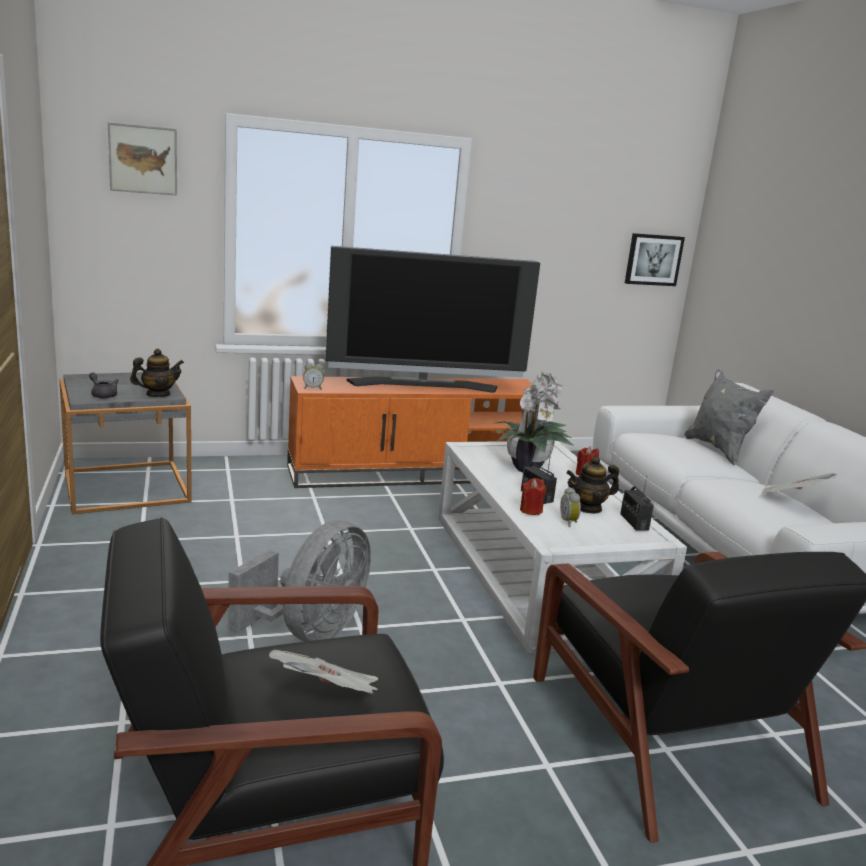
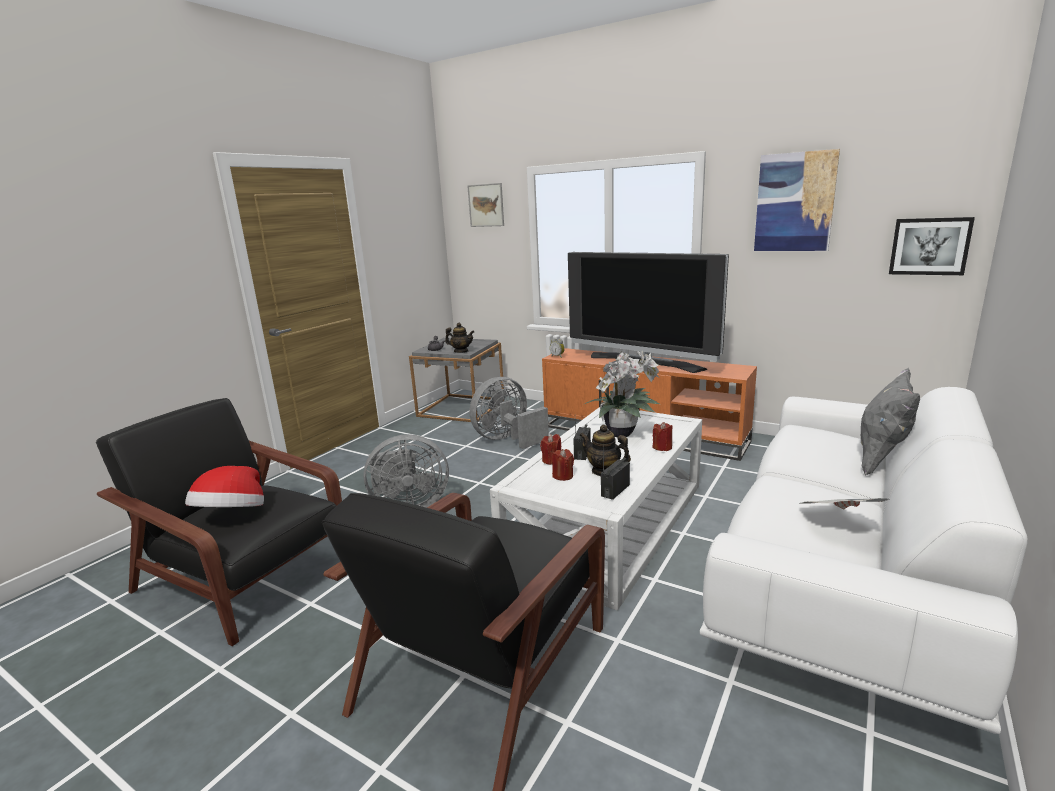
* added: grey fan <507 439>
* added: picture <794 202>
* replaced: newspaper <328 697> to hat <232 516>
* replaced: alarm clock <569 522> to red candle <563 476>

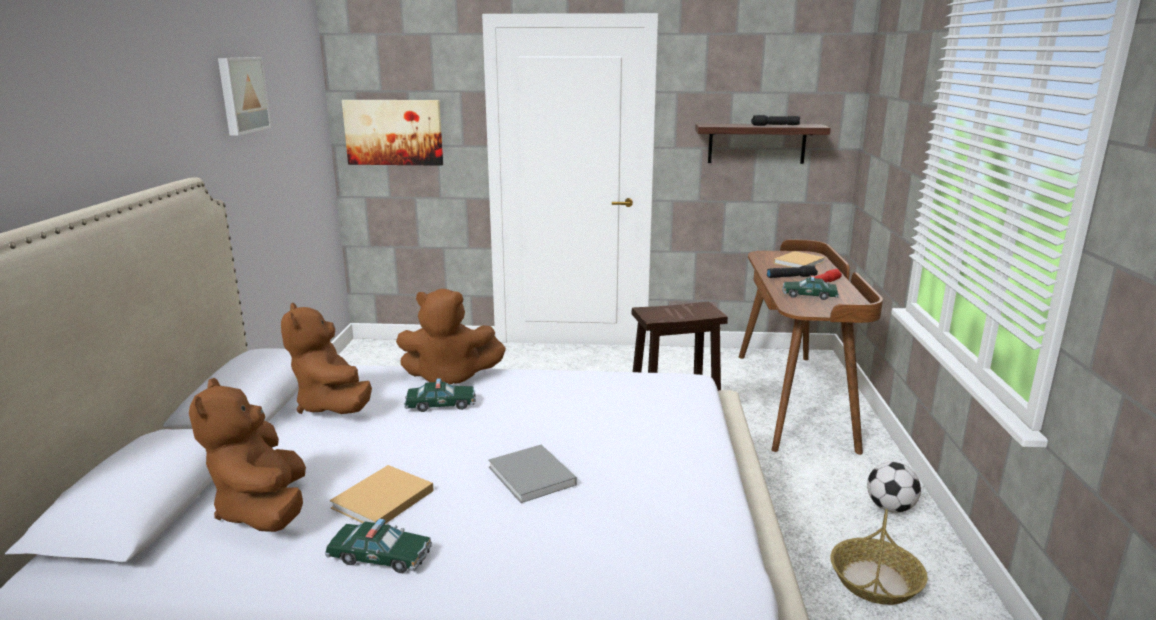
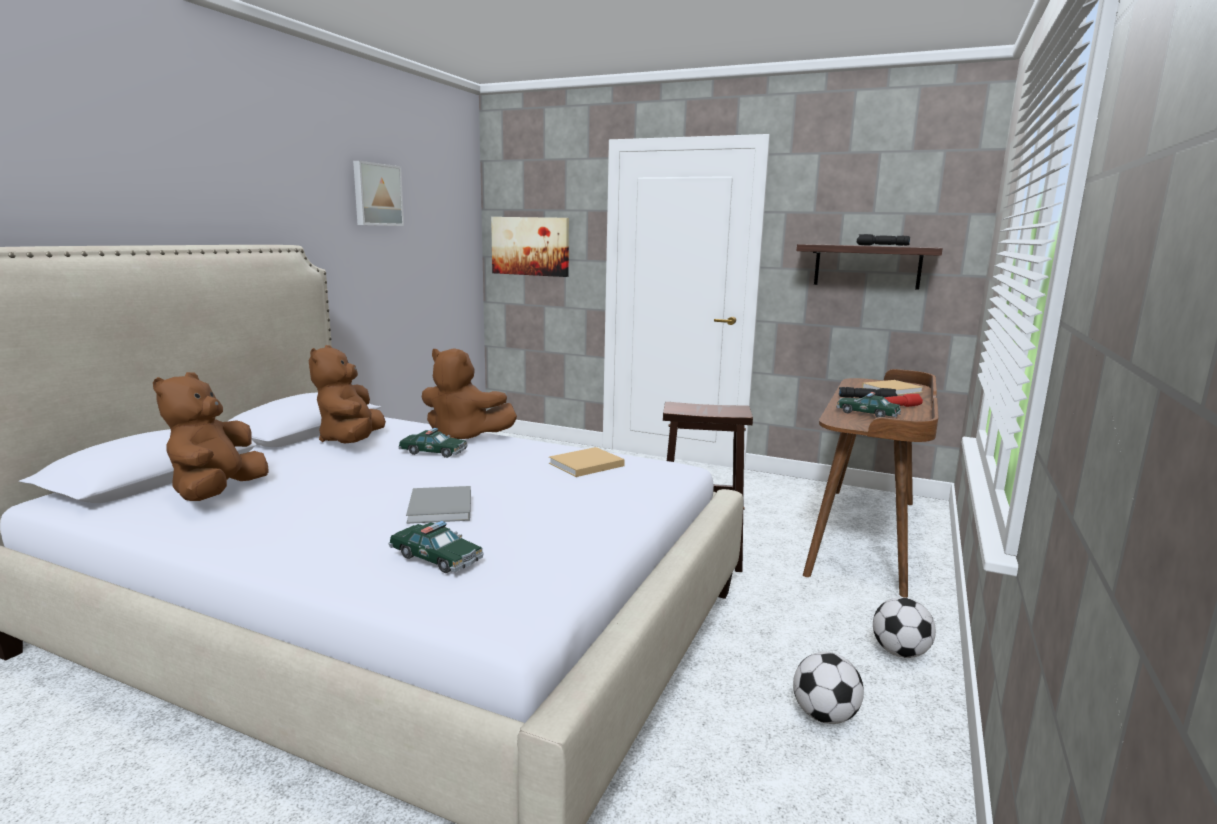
* moved: toy car <380 557> to <436 558>
* moved: beige book <381 500> to <584 465>
* replaced: basket <875 581> to football <824 716>

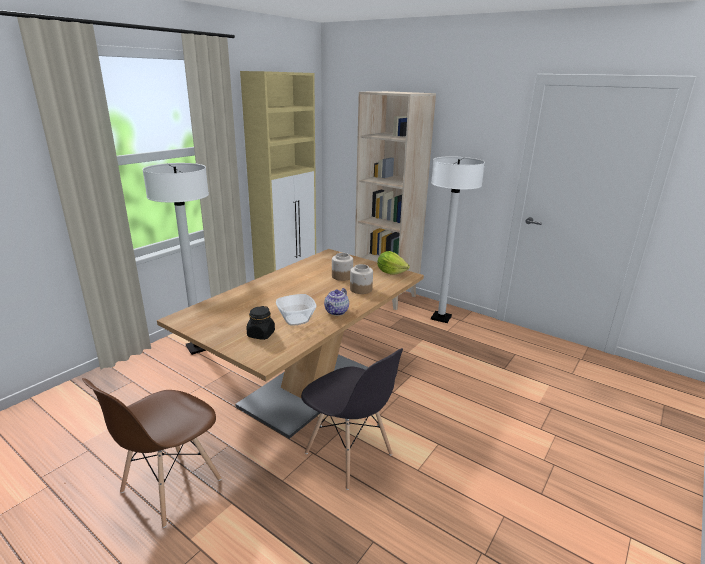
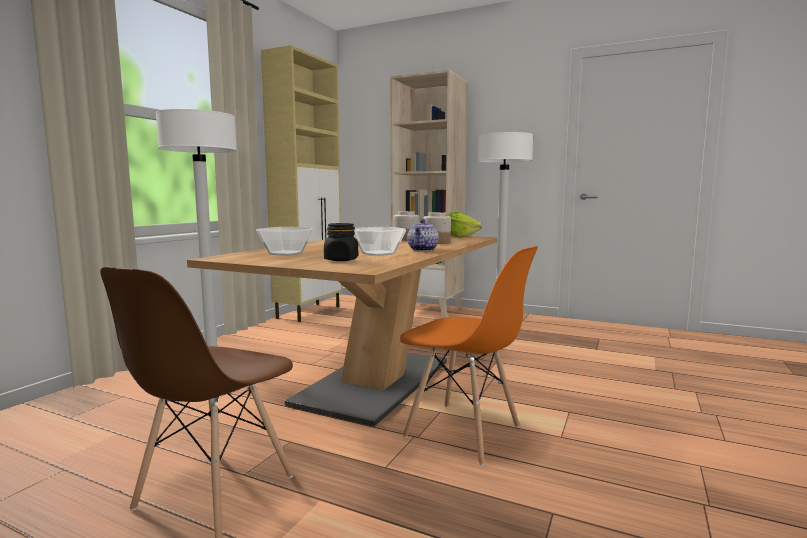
* added: bowl <286 254>
* recoloured: grey chair <349 454> to orange chair <464 432>

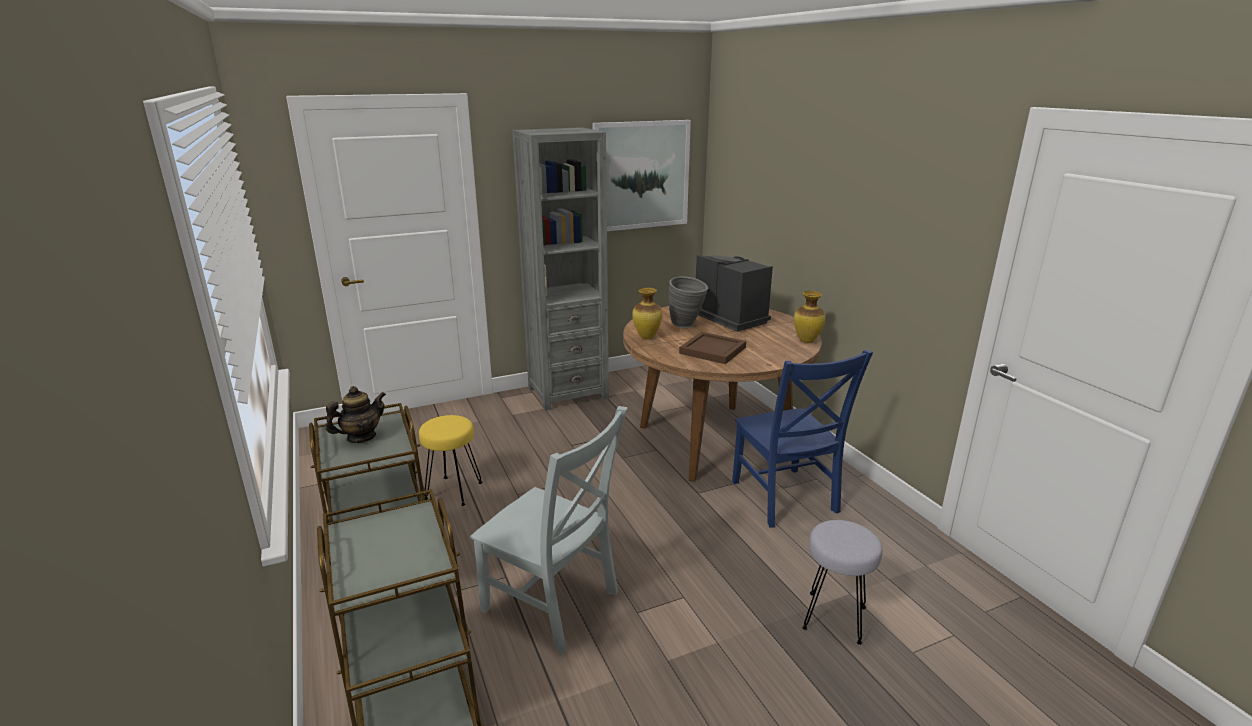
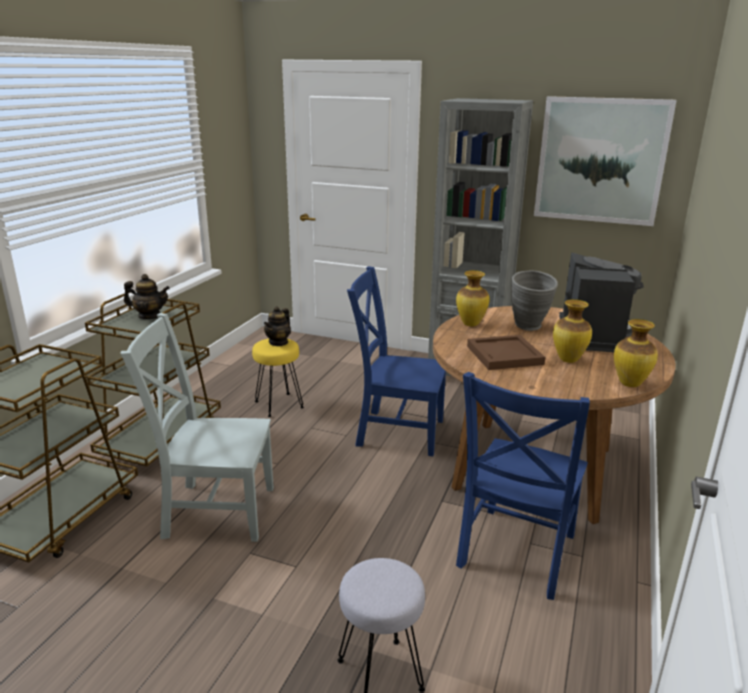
* added: teapot <278 342>
* added: blue chair <396 432>
* added: vase <567 360>
* turned: grey chair <554 604> = <214 511> 105 degrees clockwise

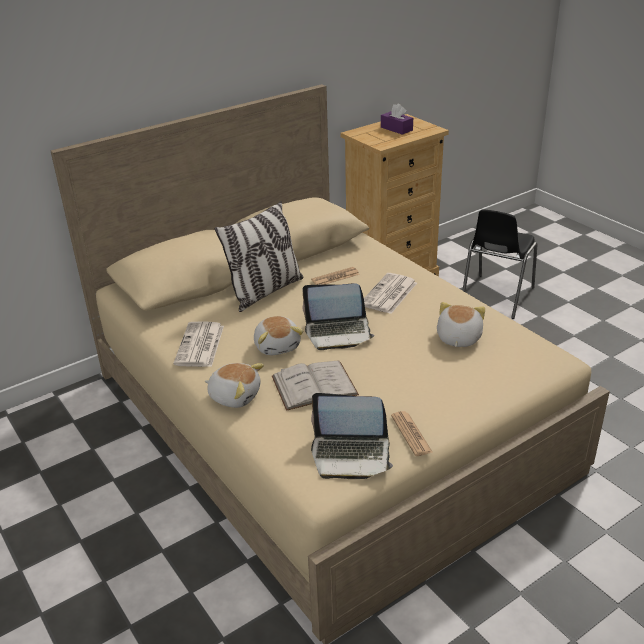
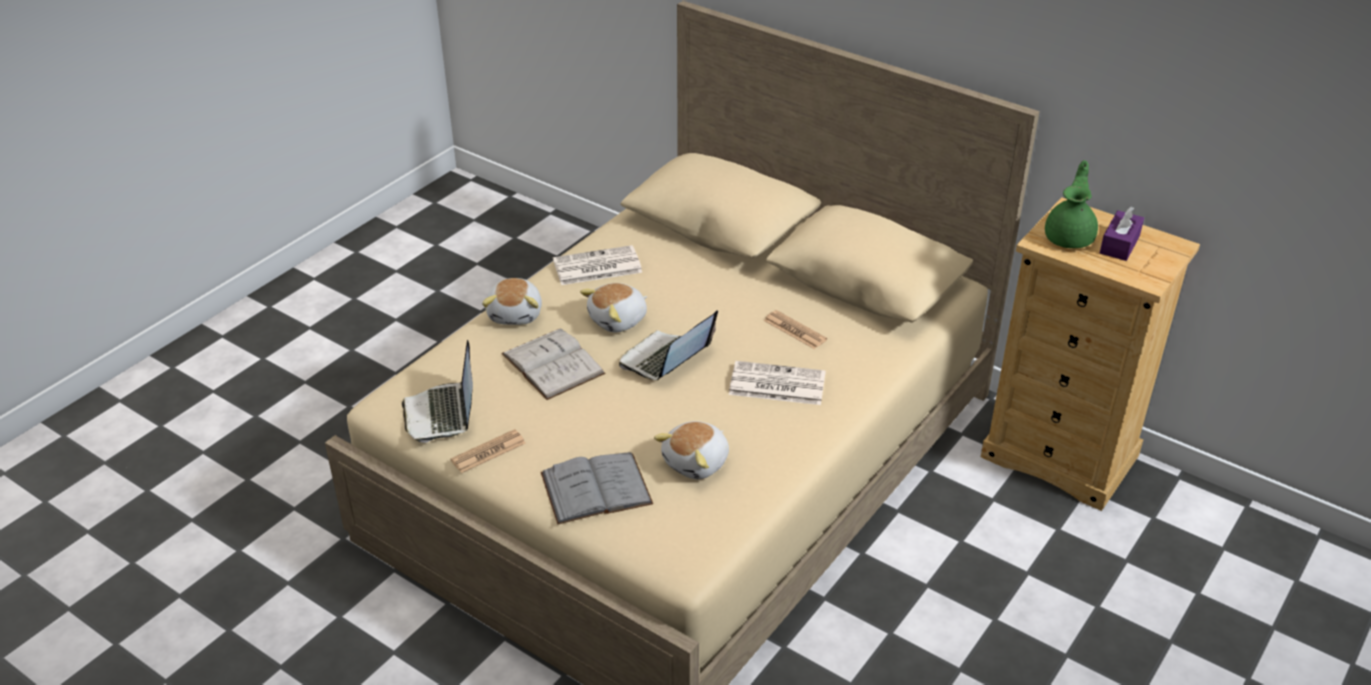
* removed: pillow <265 291>
* removed: black chair <496 297>
* added: grey book <596 488>
* added: green teapot <1070 237>
* turned: laptop <338 332> = <665 359> 60 degrees clockwise
* turned: plush toy <457 338> = <697 462> 135 degrees clockwise

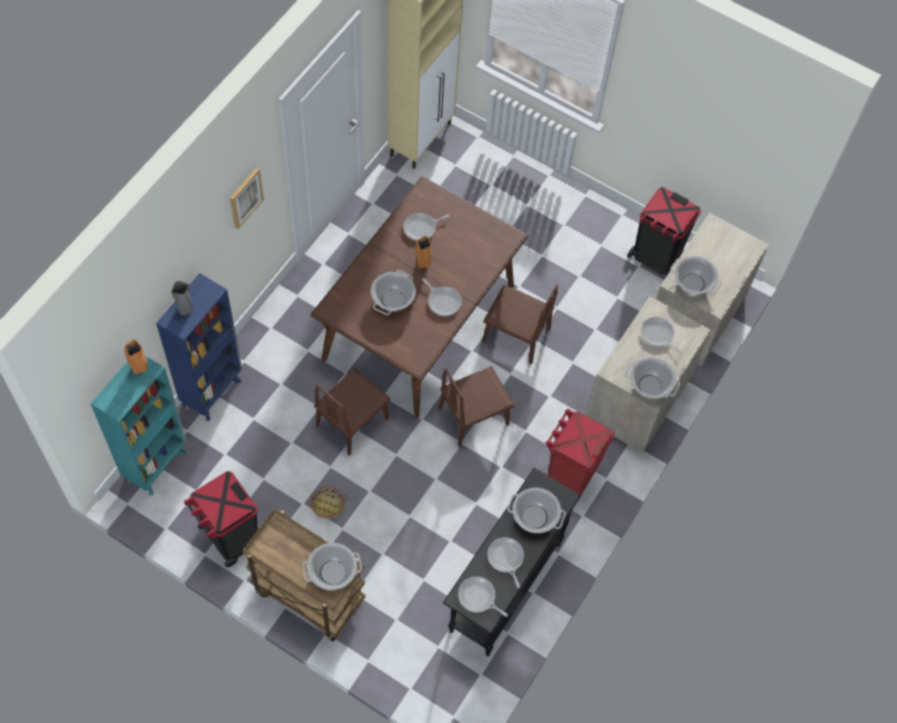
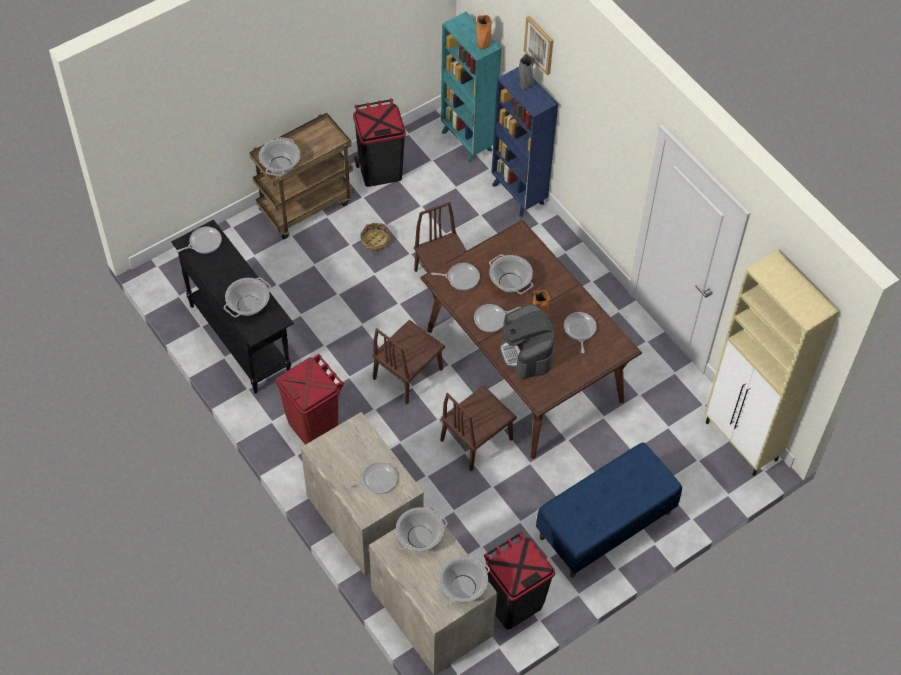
* added: coffee machine <527 352>
* added: blue bench <605 525>
* moved: picture <245 197> to <539 44>
* moved: frying pan <506 558> to <461 278>
* moved: cooking pot <649 386> to <463 586>
* turned: brown chair <473 416> = <408 373> 135 degrees counterclockwise

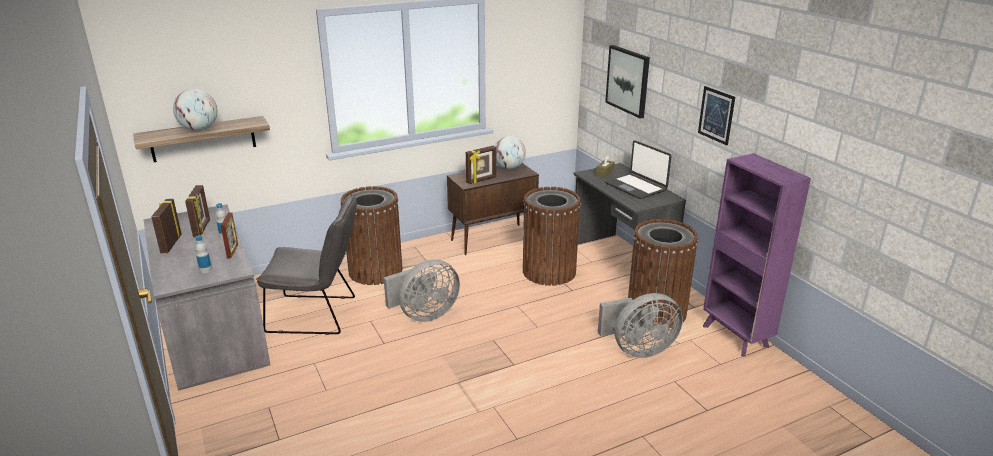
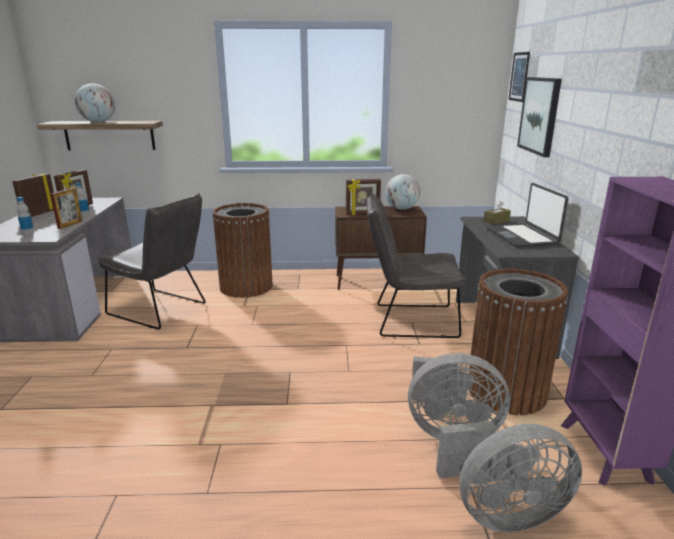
* moved: grey fan <424 315> to <500 512>
* moved: picture <716 115> to <519 77>
* replaced: brown trash can <549 271> to grey chair <409 320>

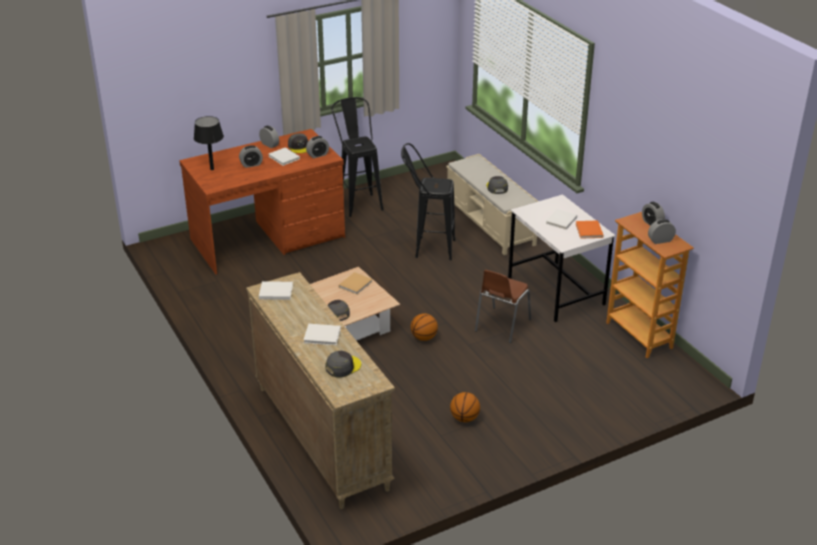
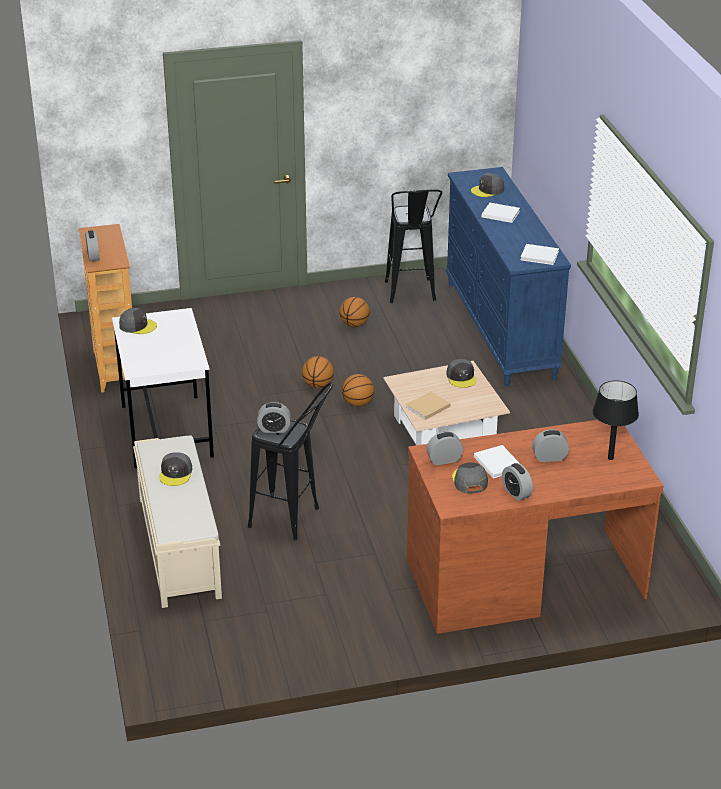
* removed: brown chair <501 326>
* removed: white book <560 221>
* added: basketball <318 385>
* moved: black stool <358 202> to <411 296>
* moved: alarm clock <660 240> to <274 429>
* replaced: orange book <589 231> to grey cap <137 326>
* recoloured: beige dresser <321 436> to blue dresser <500 330>

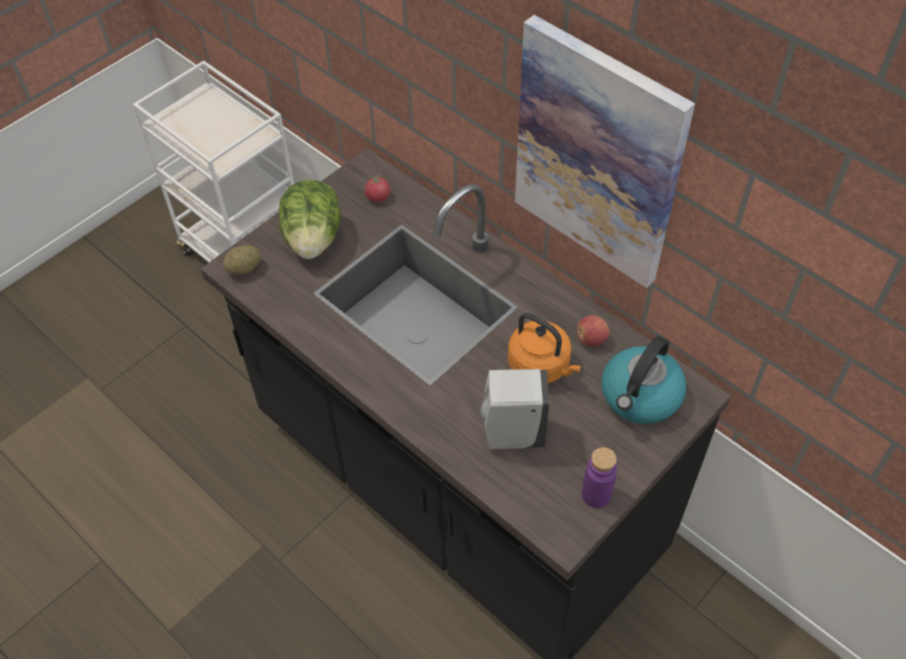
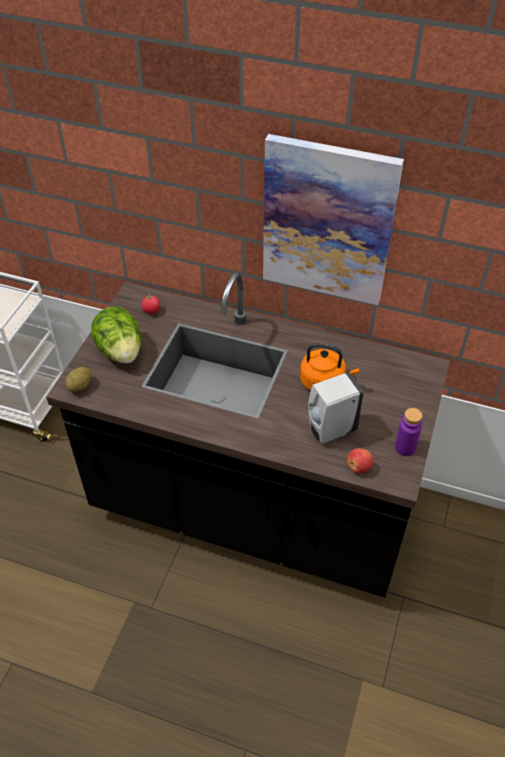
* removed: kettle <640 396>
* moved: apple <591 339> to <358 467>

